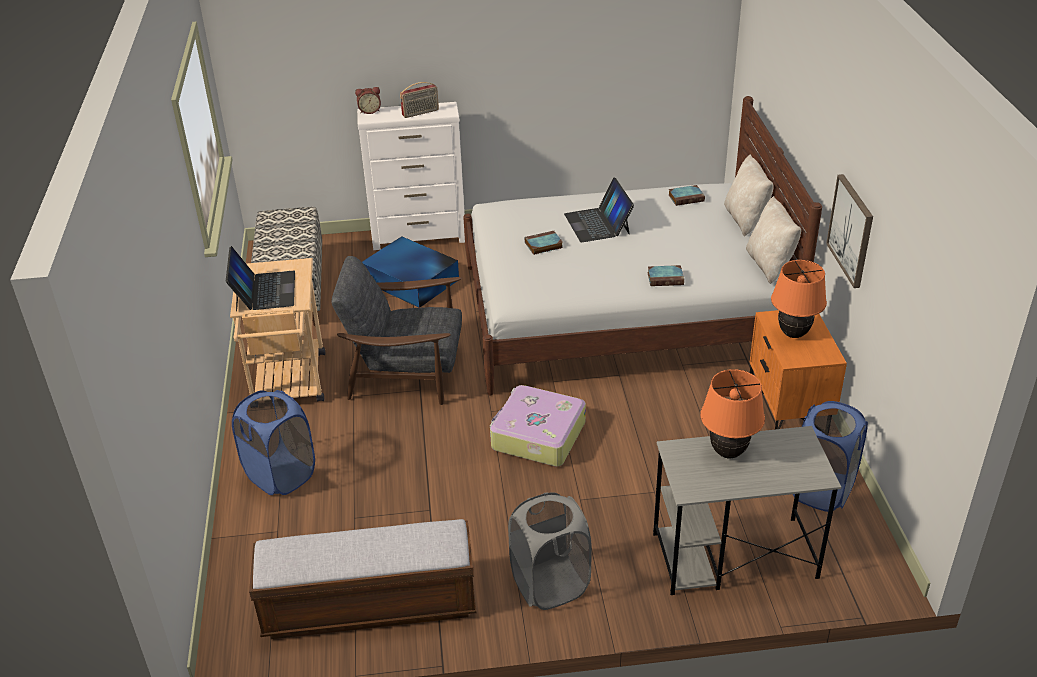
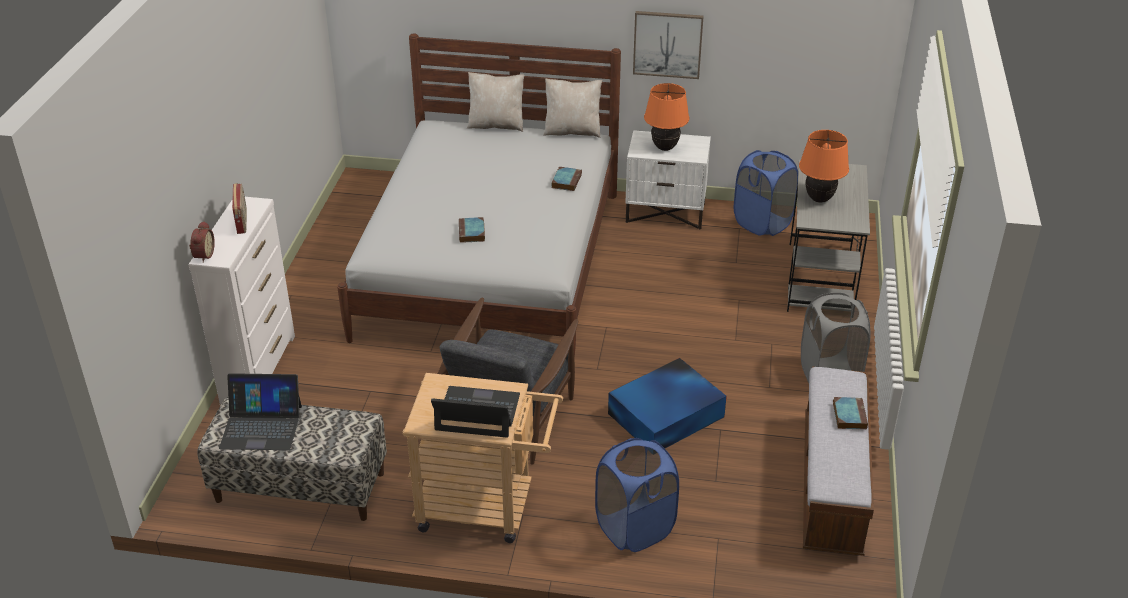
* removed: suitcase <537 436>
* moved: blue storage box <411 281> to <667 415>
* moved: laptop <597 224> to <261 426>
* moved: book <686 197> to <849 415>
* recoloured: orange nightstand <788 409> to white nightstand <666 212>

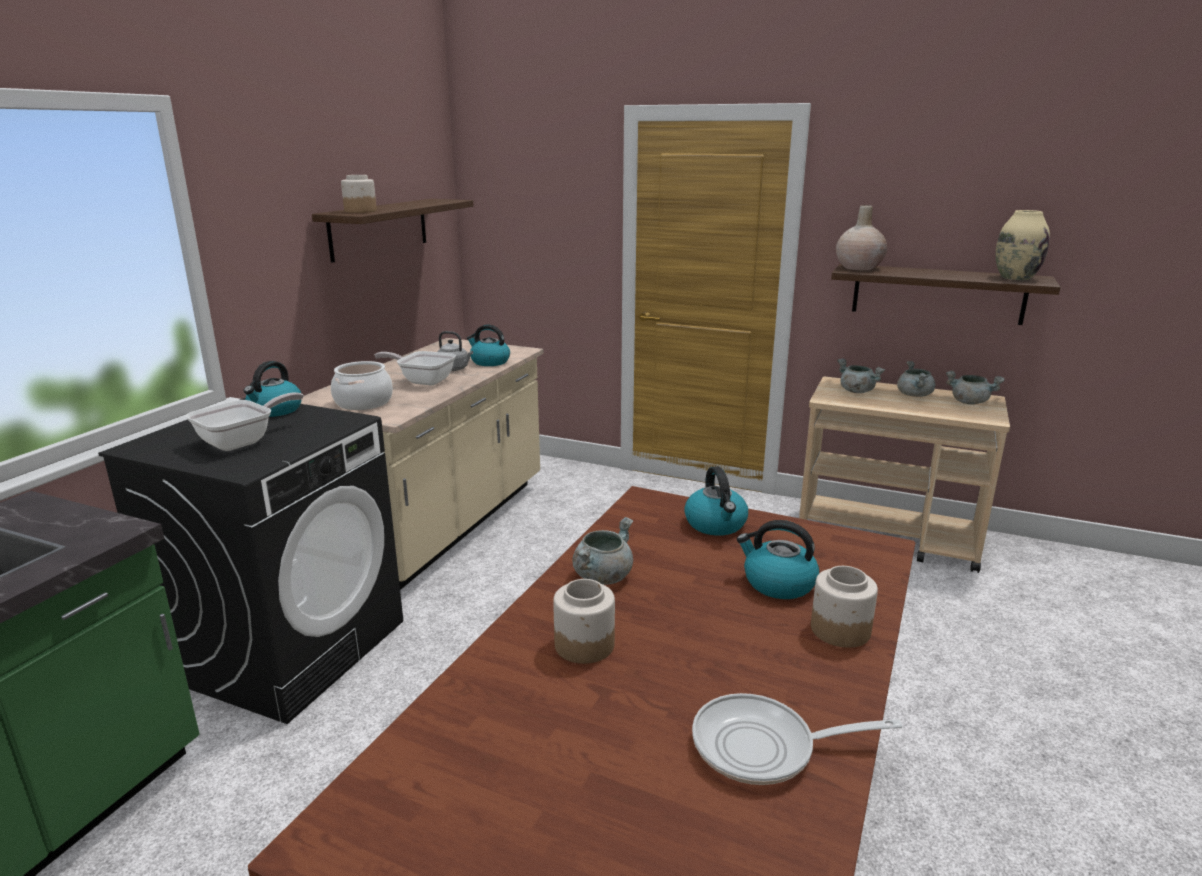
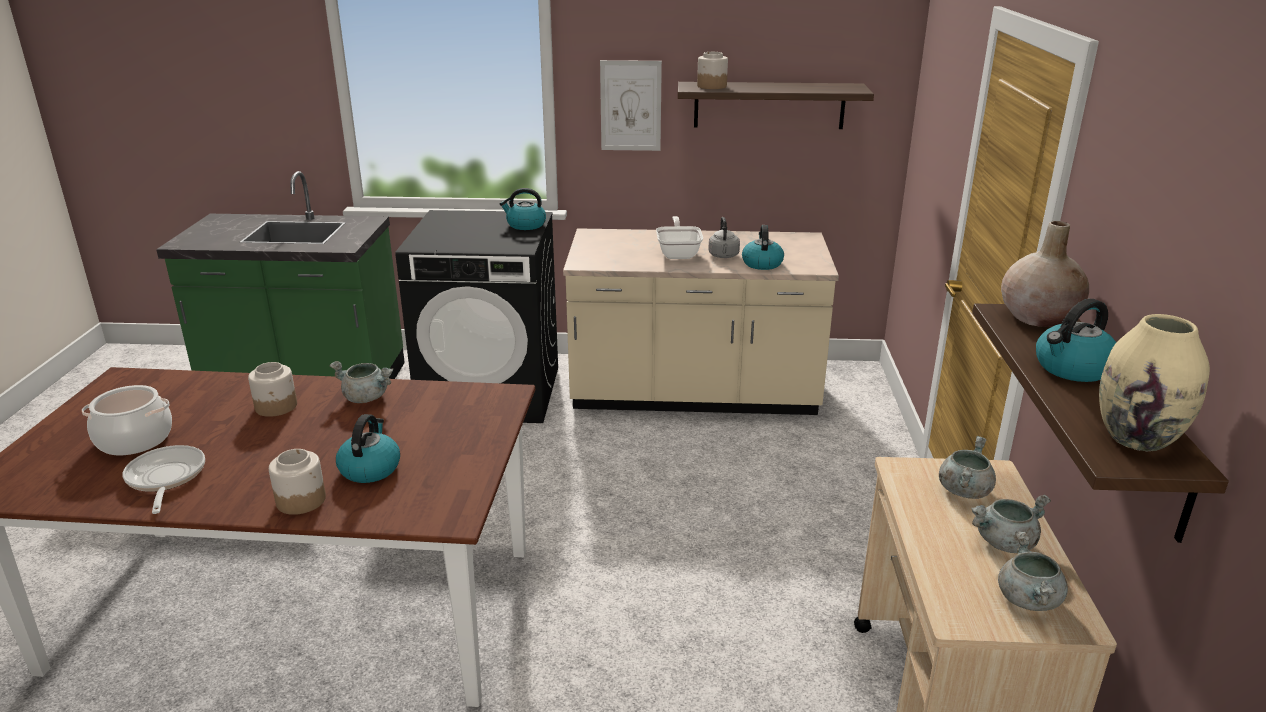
* removed: frying pan <243 441>
* added: picture <630 106>
* moved: cooking pot <363 402> to <135 439>
* moved: kettle <716 524> to <1072 368>

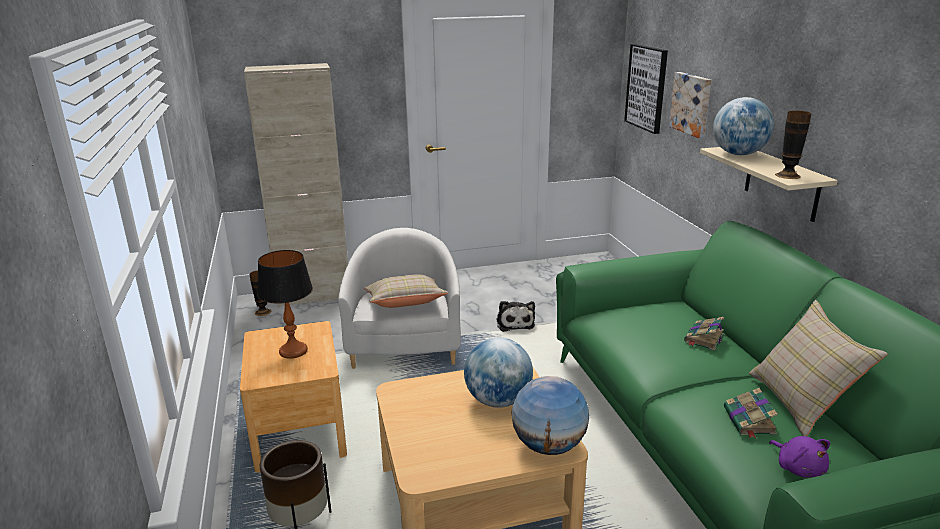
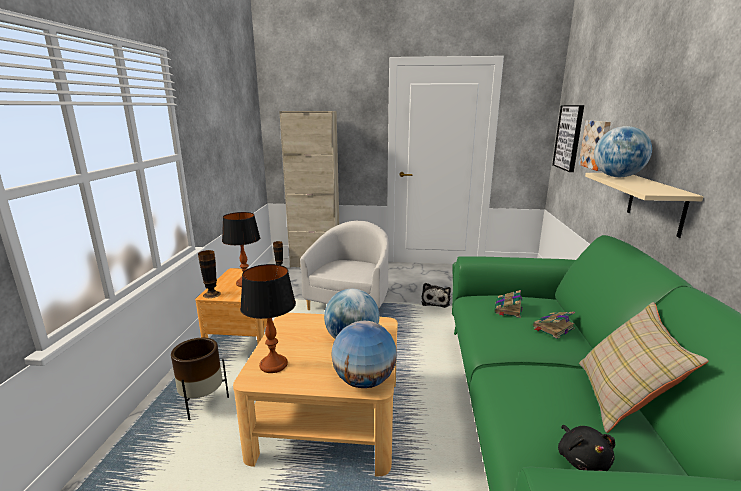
* removed: beige pillow <405 304>
* added: table lamp <274 365>
* moved: book <749 421> to <508 309>
* moved: vase <787 175> to <211 294>
* recoloured: purple plush toy <798 467> to black plush toy <582 459>

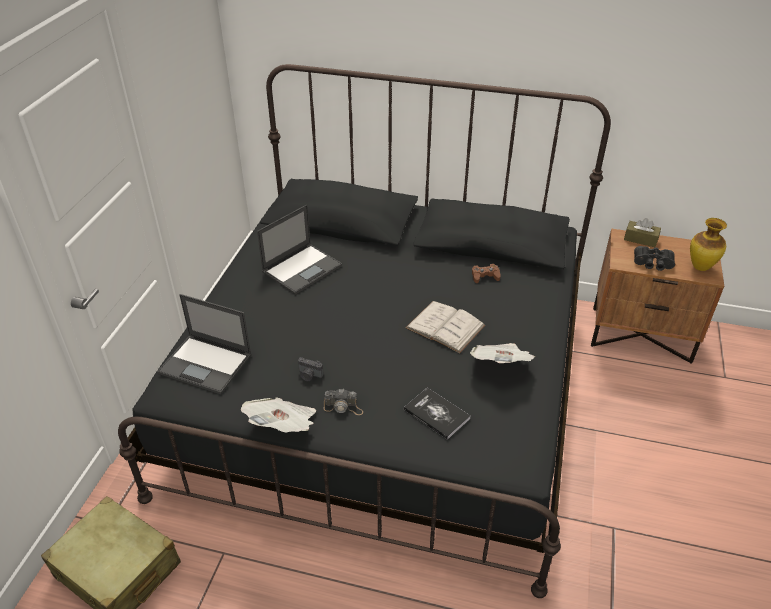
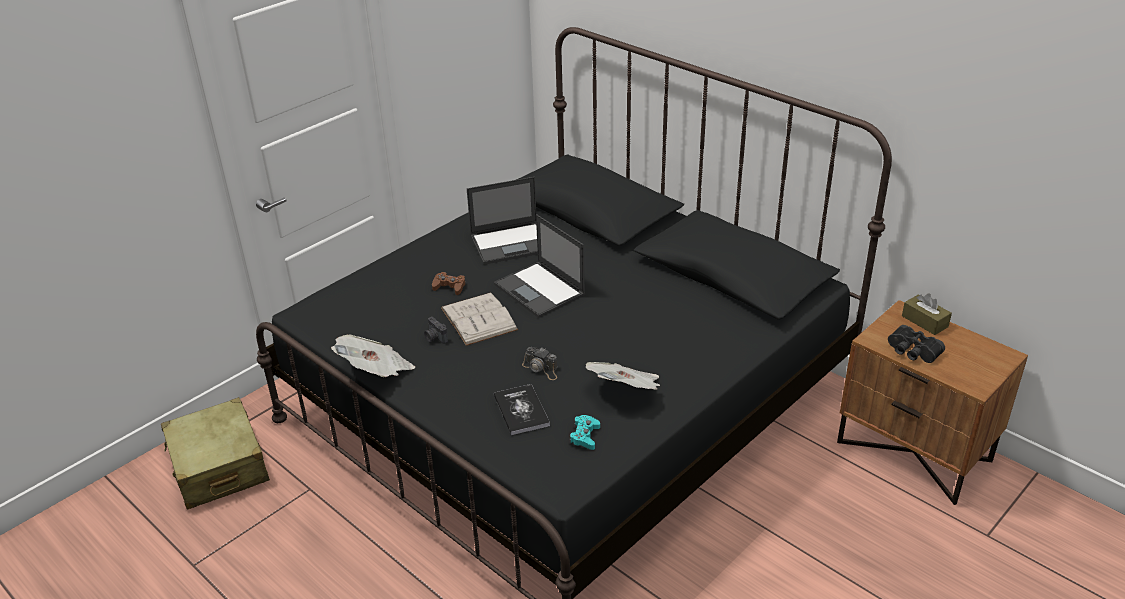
* removed: vase <701 267>
* added: turquoise game controller <584 436>
* moved: laptop <206 364> to <540 290>
* moved: photo camera <343 407> to <541 368>
* moved: white book <445 326> to <479 319>
* moved: brown game controller <485 276> to <449 287>

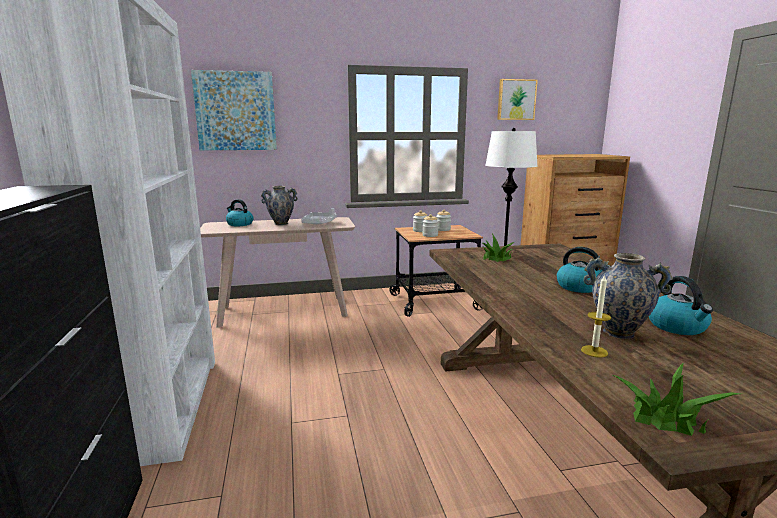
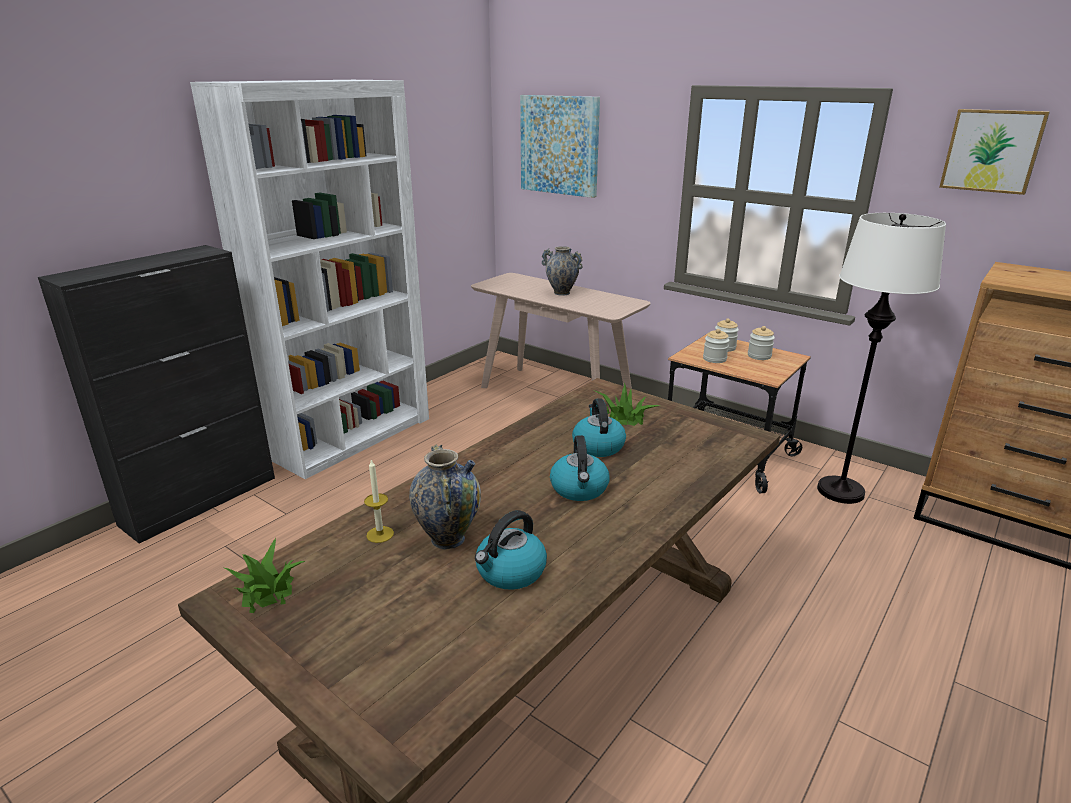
* removed: grey tray <319 223>
* moved: kettle <239 224> to <597 446>

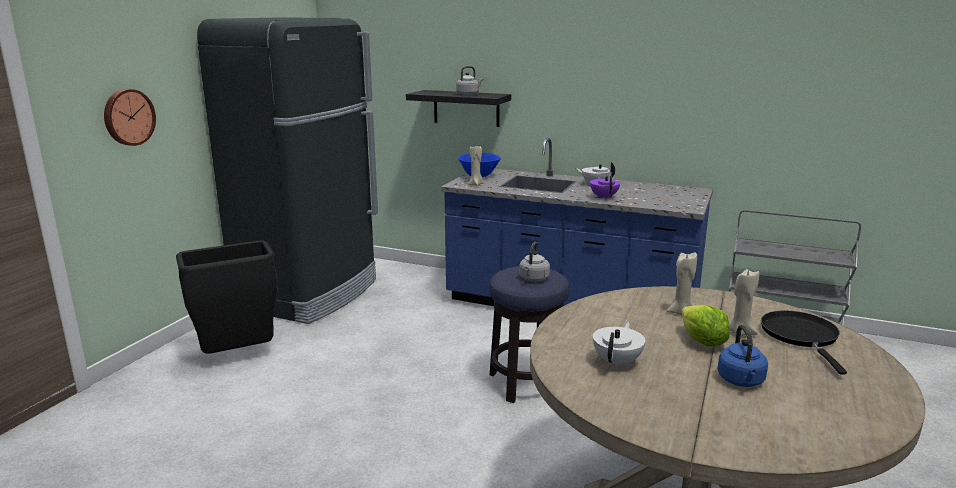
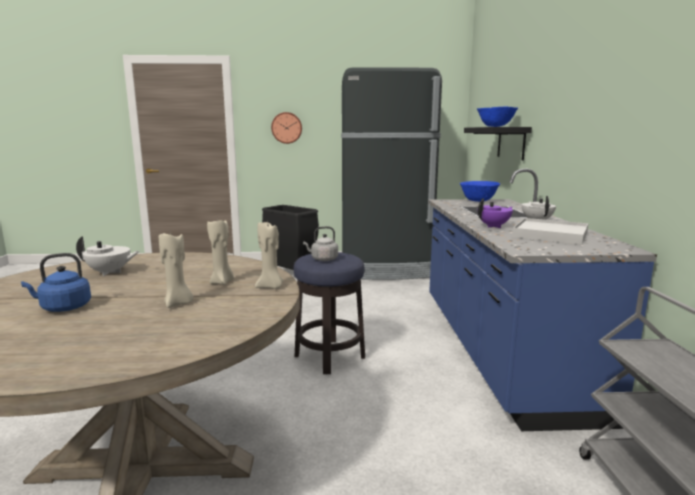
* removed: lettuce <702 342>
* removed: black frying pan <801 336>
* added: white tray <550 235>
* moved: beige candle <476 184> to <271 287>
* replaced: grey kettle <468 94> to blue bowl <495 126>

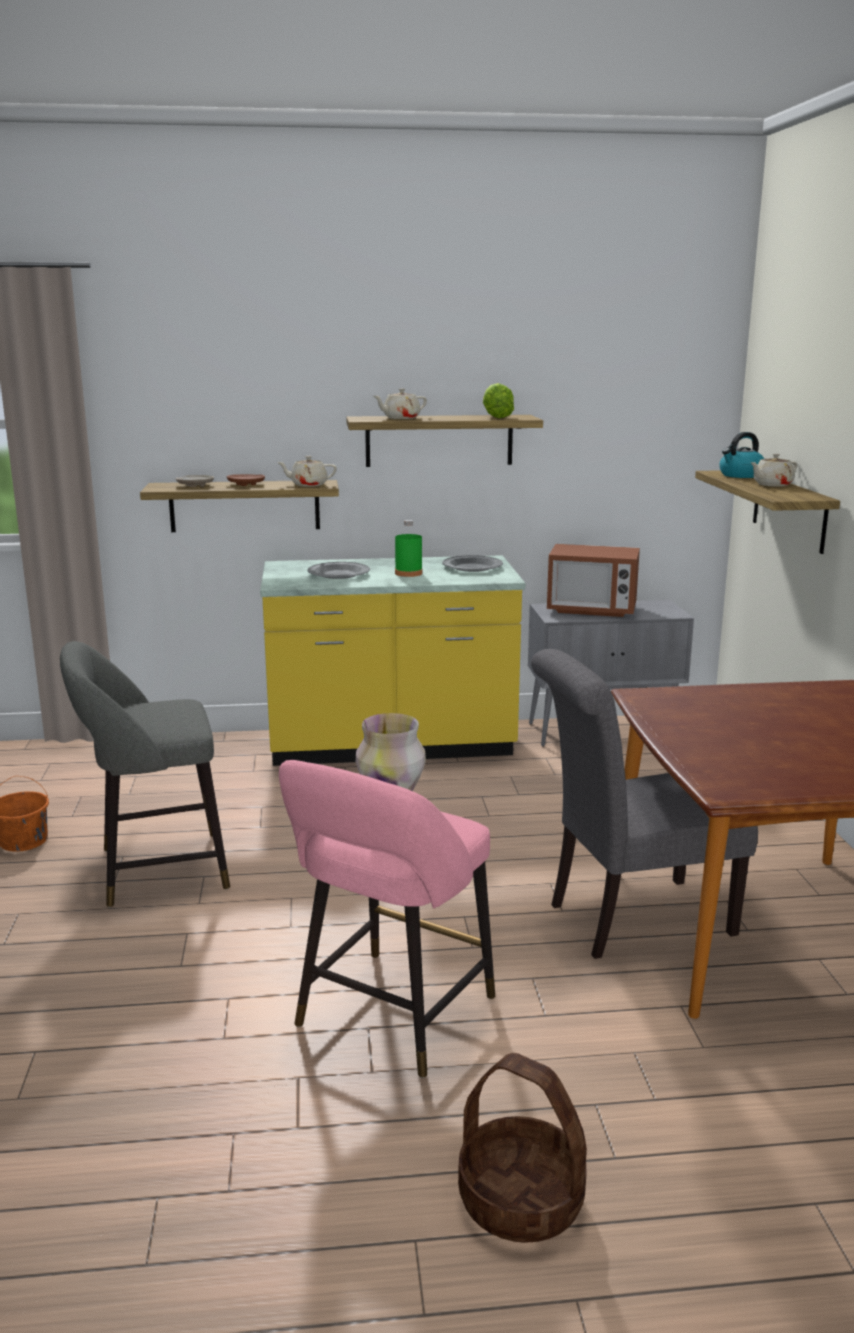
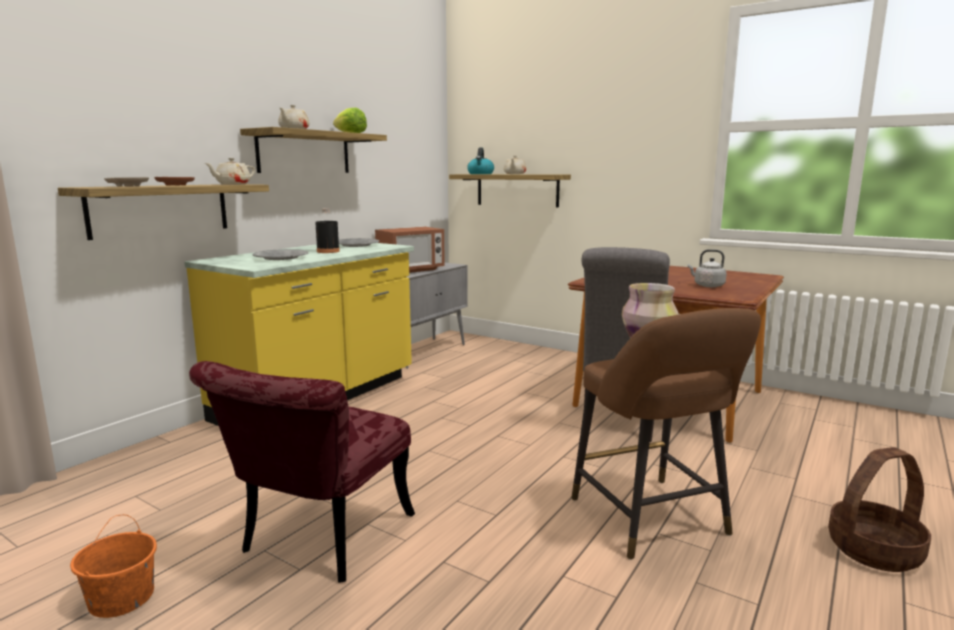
* added: grey kettle <707 285>
* replaced: grey stool <155 870> to red chair <318 542>
* recoloured: pink stool <390 1017> to brown stool <653 521>
* recoloured: green bottle <408 573> to black bottle <328 251>

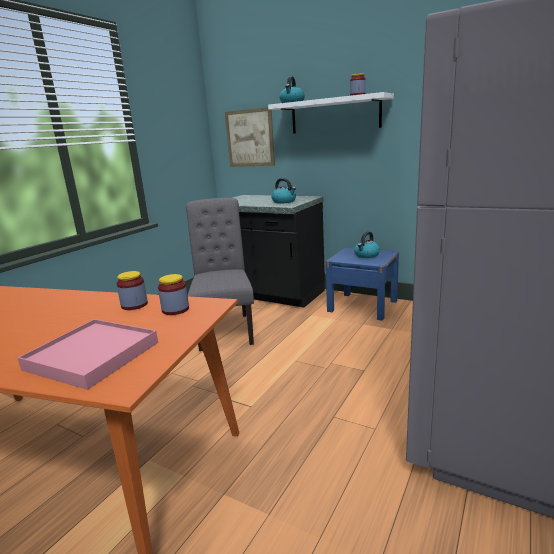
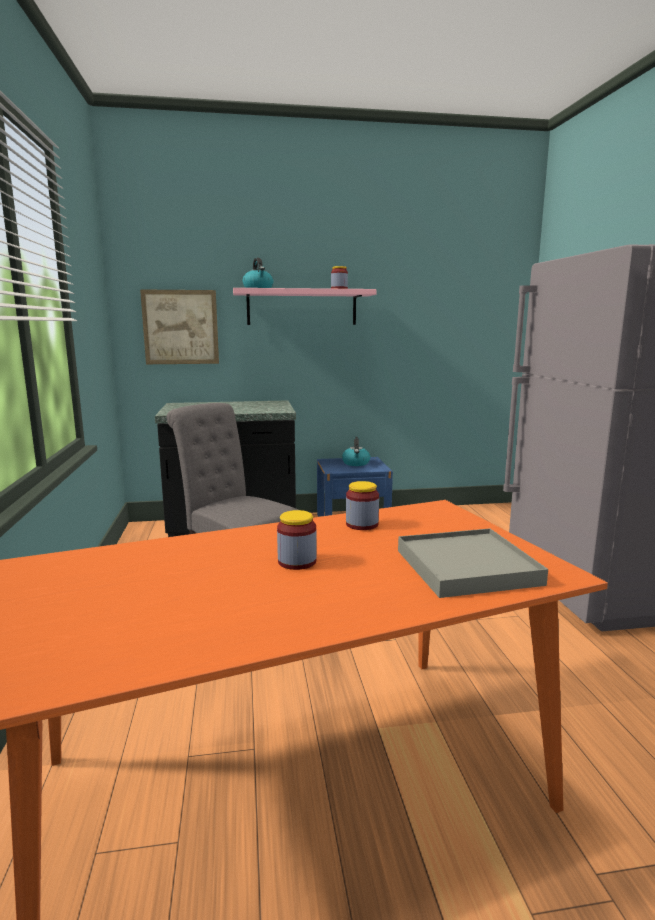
* removed: kettle <284 201>
* moved: jar <175 309> to <297 561>
* recoloured: pink tray <93 356> to grey tray <467 567>
* recoloured: white shelf <335 115> to pink shelf <302 307>

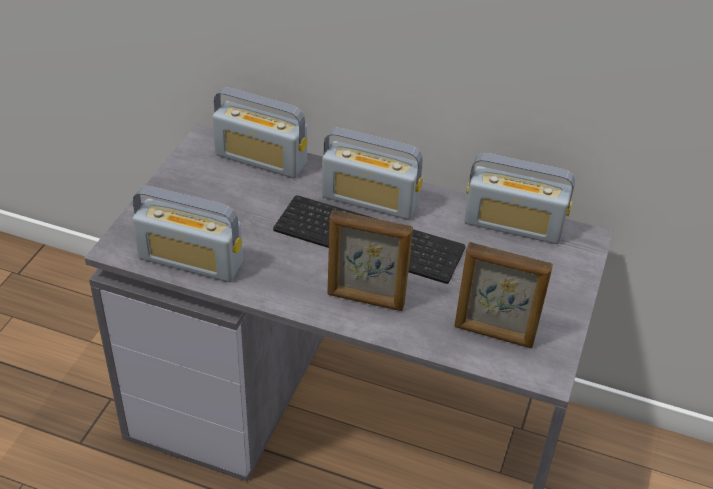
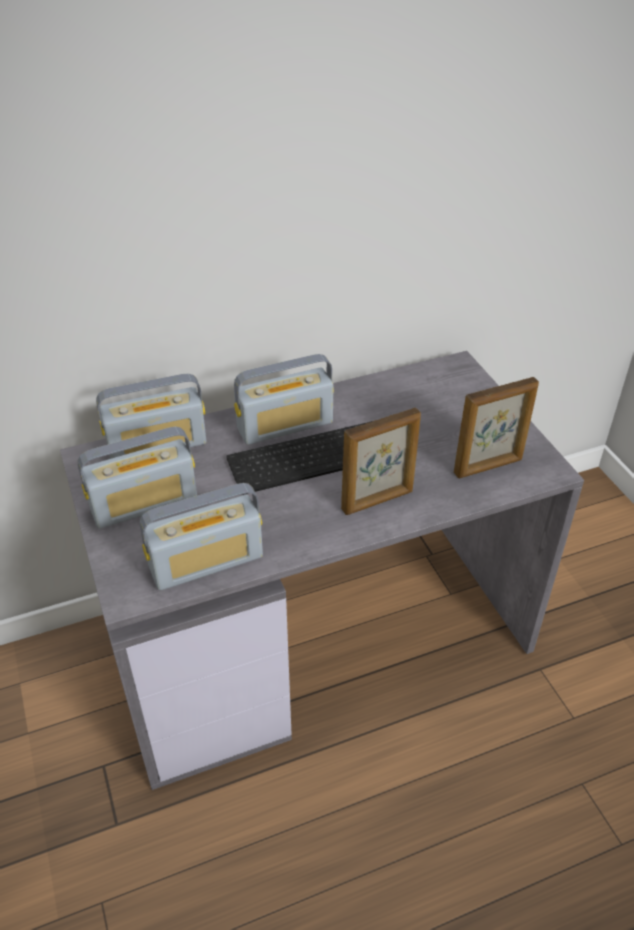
* moved: radio <513 225> to <144 503>

